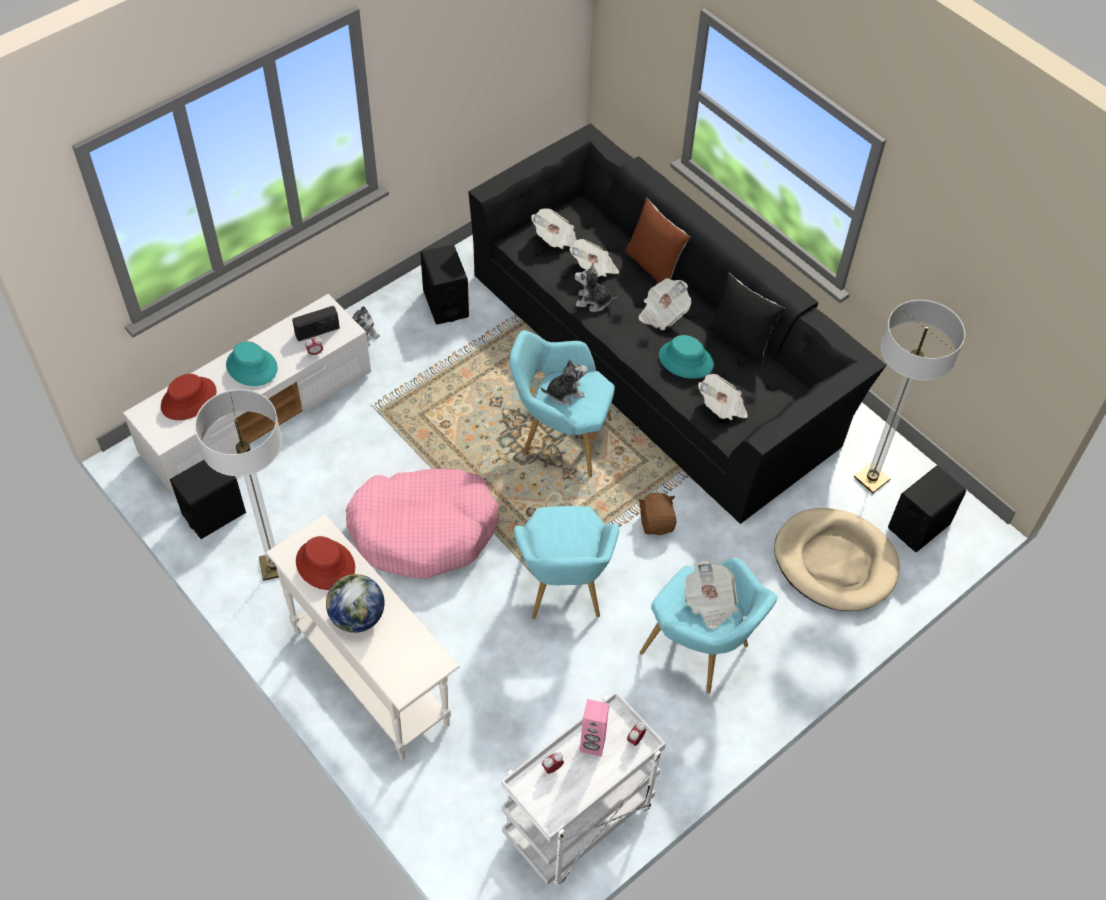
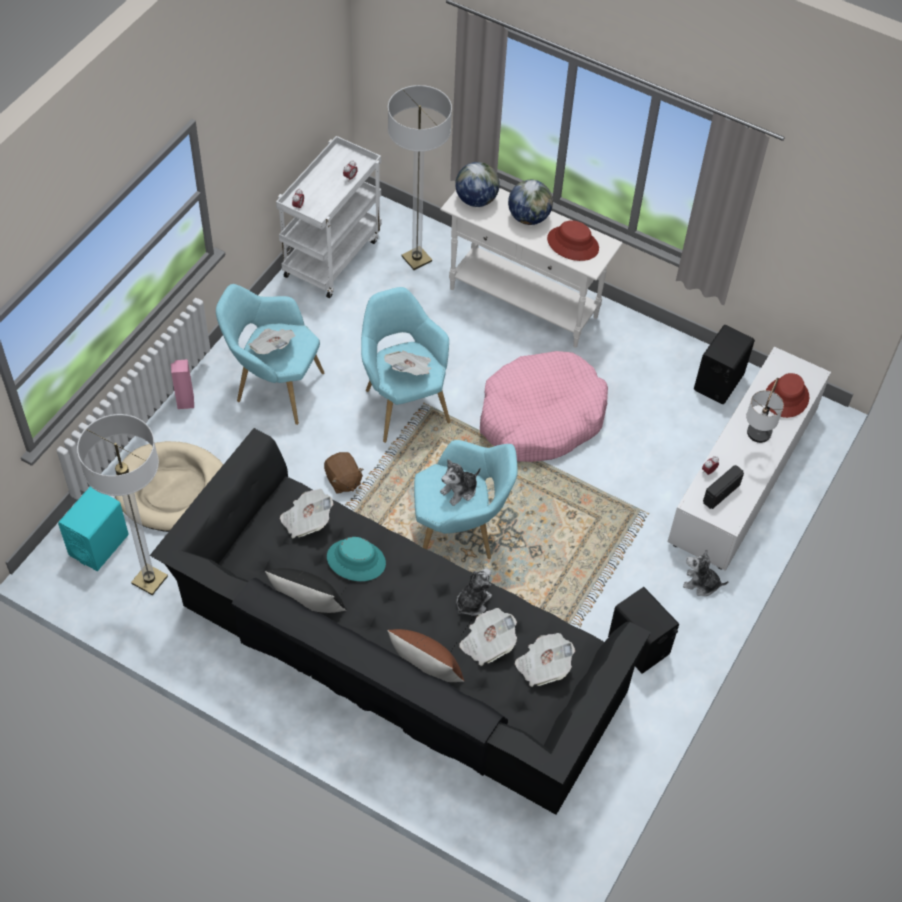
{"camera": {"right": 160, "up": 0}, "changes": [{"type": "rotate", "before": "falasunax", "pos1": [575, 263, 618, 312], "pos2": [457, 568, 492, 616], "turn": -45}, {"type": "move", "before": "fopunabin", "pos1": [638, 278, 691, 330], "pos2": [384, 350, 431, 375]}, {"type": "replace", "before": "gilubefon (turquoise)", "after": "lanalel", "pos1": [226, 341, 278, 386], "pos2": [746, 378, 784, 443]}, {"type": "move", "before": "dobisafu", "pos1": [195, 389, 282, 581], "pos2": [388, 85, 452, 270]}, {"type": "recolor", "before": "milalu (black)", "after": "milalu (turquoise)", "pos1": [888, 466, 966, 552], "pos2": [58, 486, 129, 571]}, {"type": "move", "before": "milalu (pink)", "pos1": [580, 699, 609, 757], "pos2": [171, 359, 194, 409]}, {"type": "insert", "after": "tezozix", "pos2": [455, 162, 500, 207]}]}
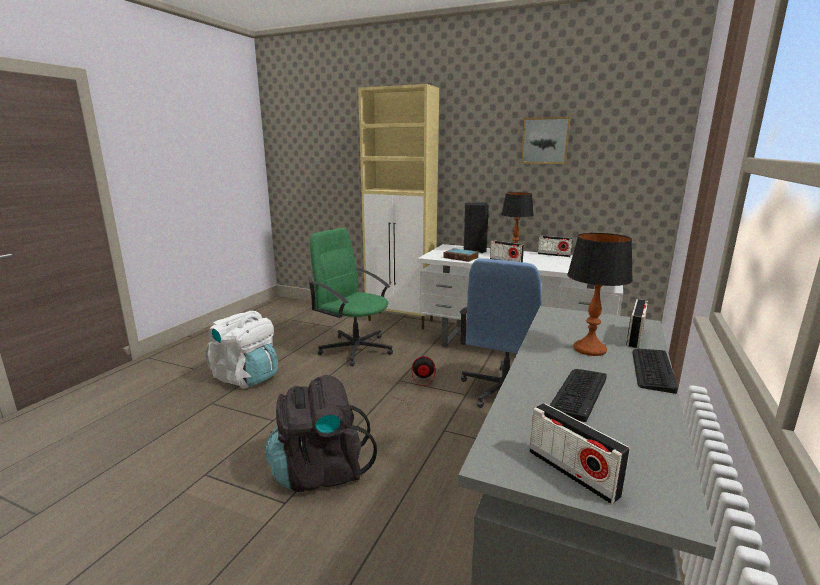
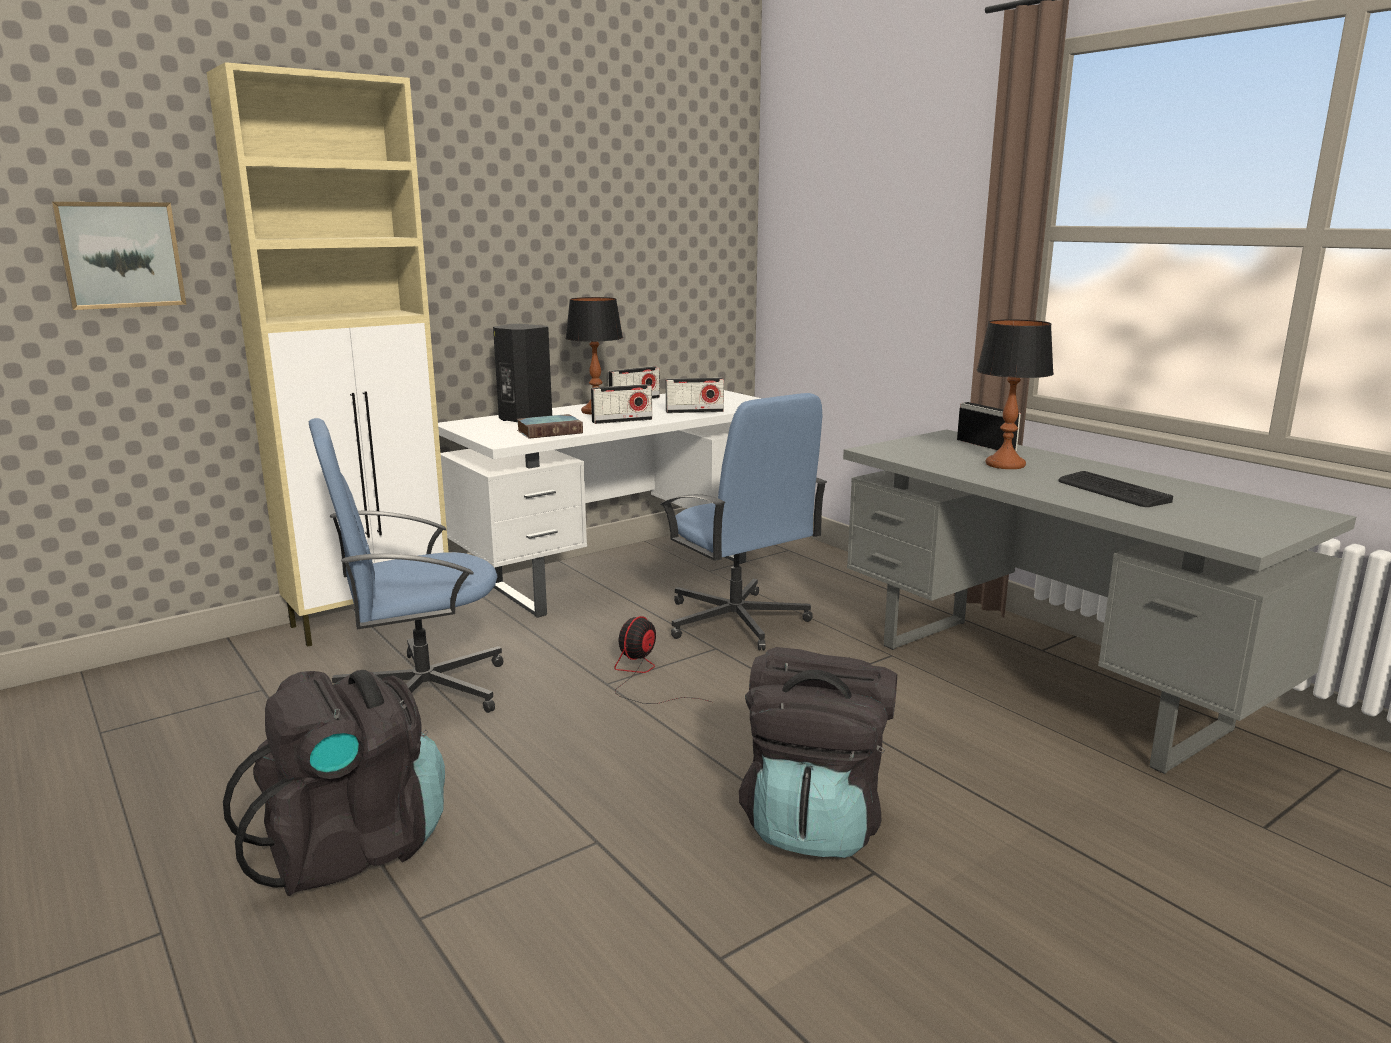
{"camera": {"right": -60, "up": 0}, "changes": [{"type": "move", "before": "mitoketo", "pos1": [521, 117, 571, 164], "pos2": [51, 202, 187, 310]}, {"type": "recolor", "before": "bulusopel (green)", "after": "bulusopel (blue)", "pos1": [308, 228, 393, 366], "pos2": [309, 418, 503, 713]}, {"type": "recolor", "before": "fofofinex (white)", "after": "fofofinex (black)", "pos1": [205, 311, 278, 389], "pos2": [223, 670, 445, 896]}, {"type": "delete", "before": "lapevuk", "pos1": [632, 349, 678, 394]}, {"type": "move", "before": "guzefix", "pos1": [529, 403, 630, 504], "pos2": [666, 378, 724, 413]}]}
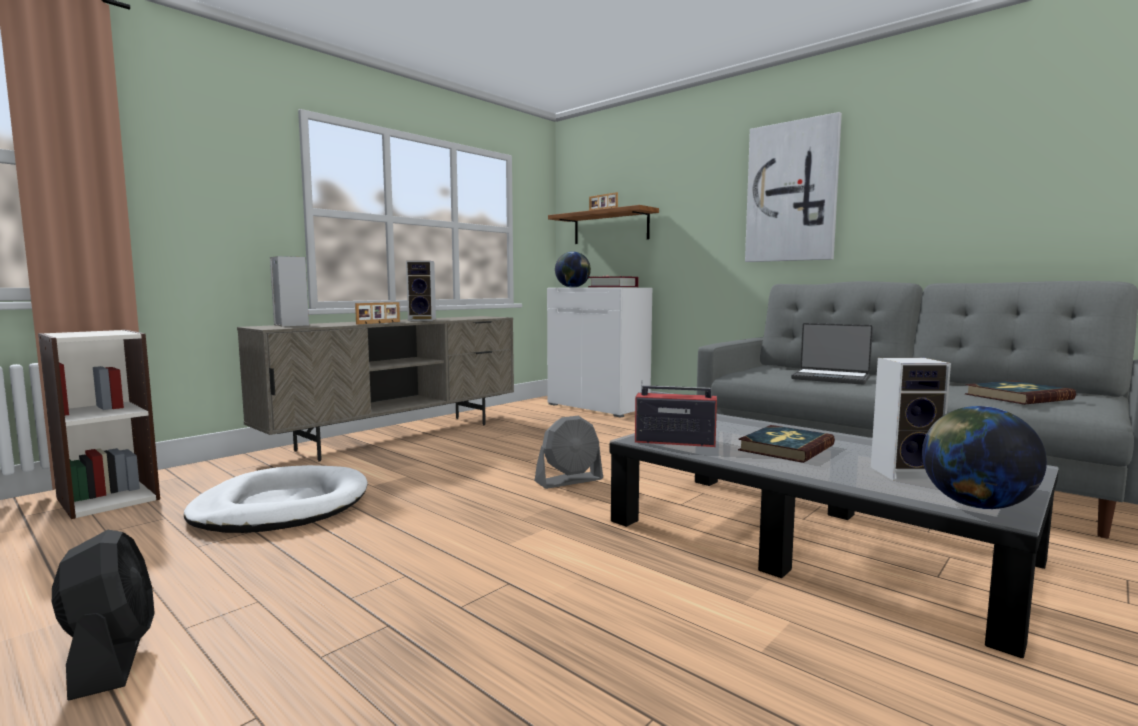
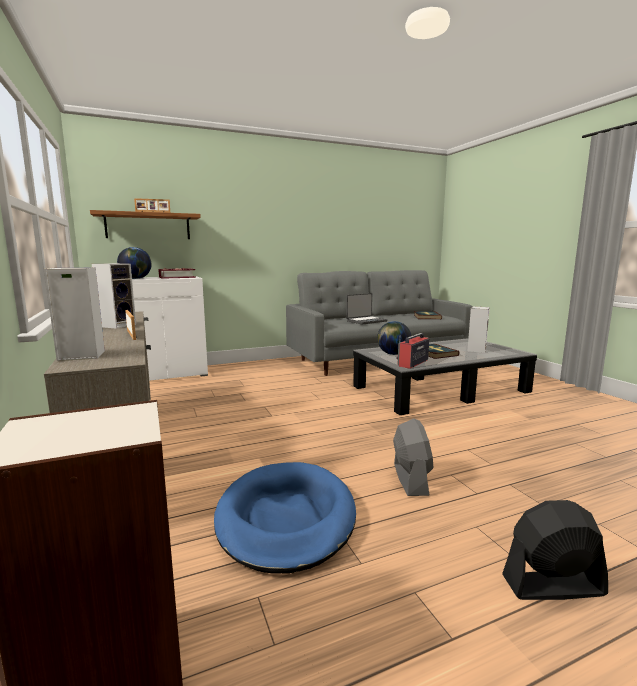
{"camera": {"right": -65, "up": 5}, "changes": [{"type": "delete", "before": "mitoketo", "pos1": [745, 112, 842, 262]}, {"type": "move", "before": "tezozix", "pos1": [922, 406, 1047, 509], "pos2": [377, 321, 411, 355]}, {"type": "move", "before": "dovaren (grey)", "pos1": [535, 416, 603, 489], "pos2": [393, 418, 433, 496]}, {"type": "recolor", "before": "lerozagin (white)", "after": "lerozagin (blue)", "pos1": [184, 465, 368, 533], "pos2": [214, 462, 356, 573]}]}
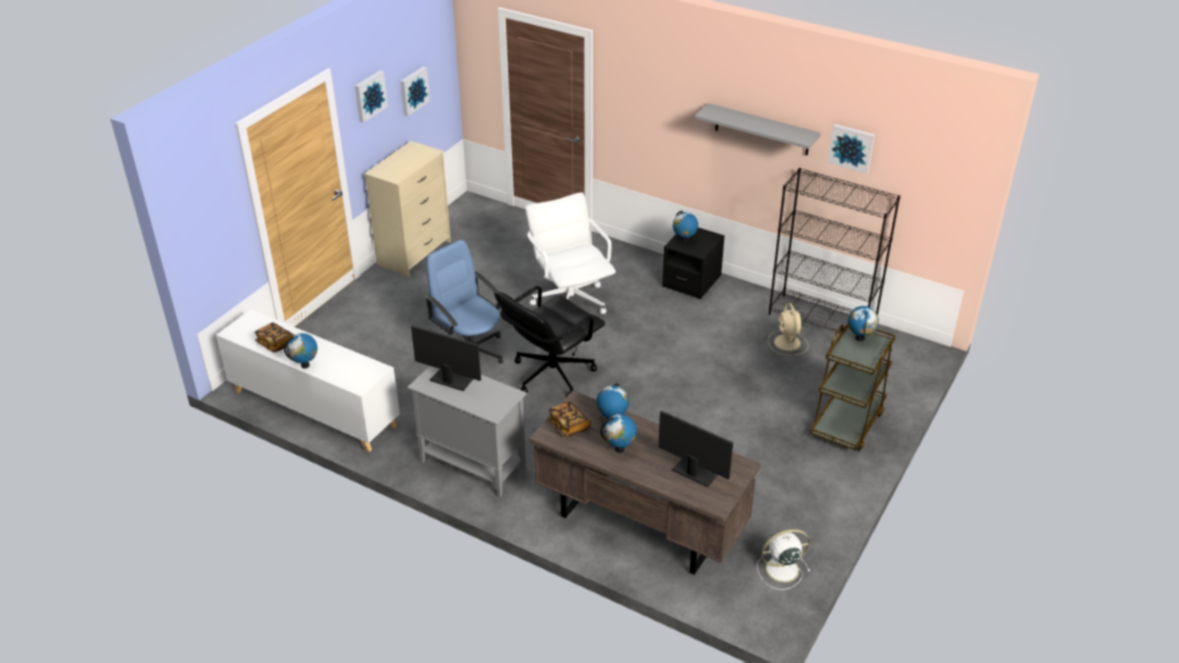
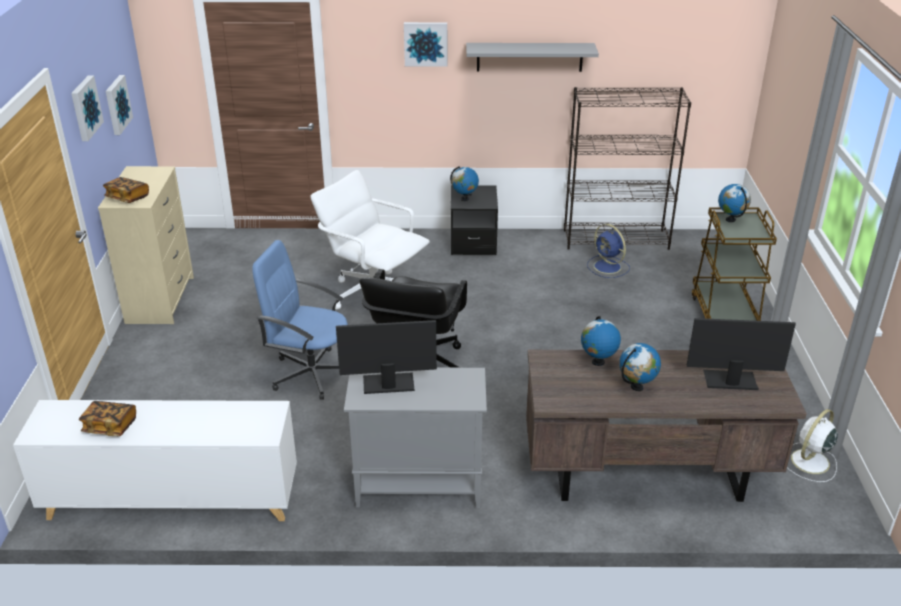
{"camera": {"right": -30, "up": -5}, "changes": [{"type": "move", "before": "mitoketo", "pos1": [828, 124, 875, 174], "pos2": [404, 22, 447, 66]}, {"type": "recolor", "before": "dovaren (beige)", "after": "dovaren (blue)", "pos1": [768, 303, 808, 356], "pos2": [587, 224, 630, 278]}, {"type": "delete", "before": "tezozix", "pos1": [284, 333, 318, 369]}, {"type": "move", "before": "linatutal", "pos1": [548, 401, 591, 437], "pos2": [103, 177, 149, 203]}]}
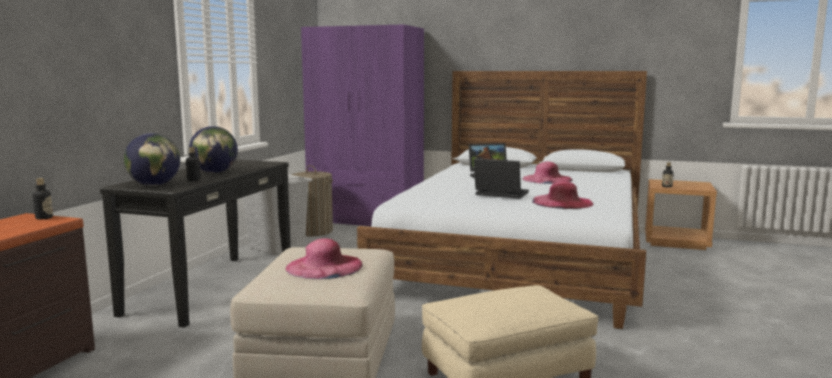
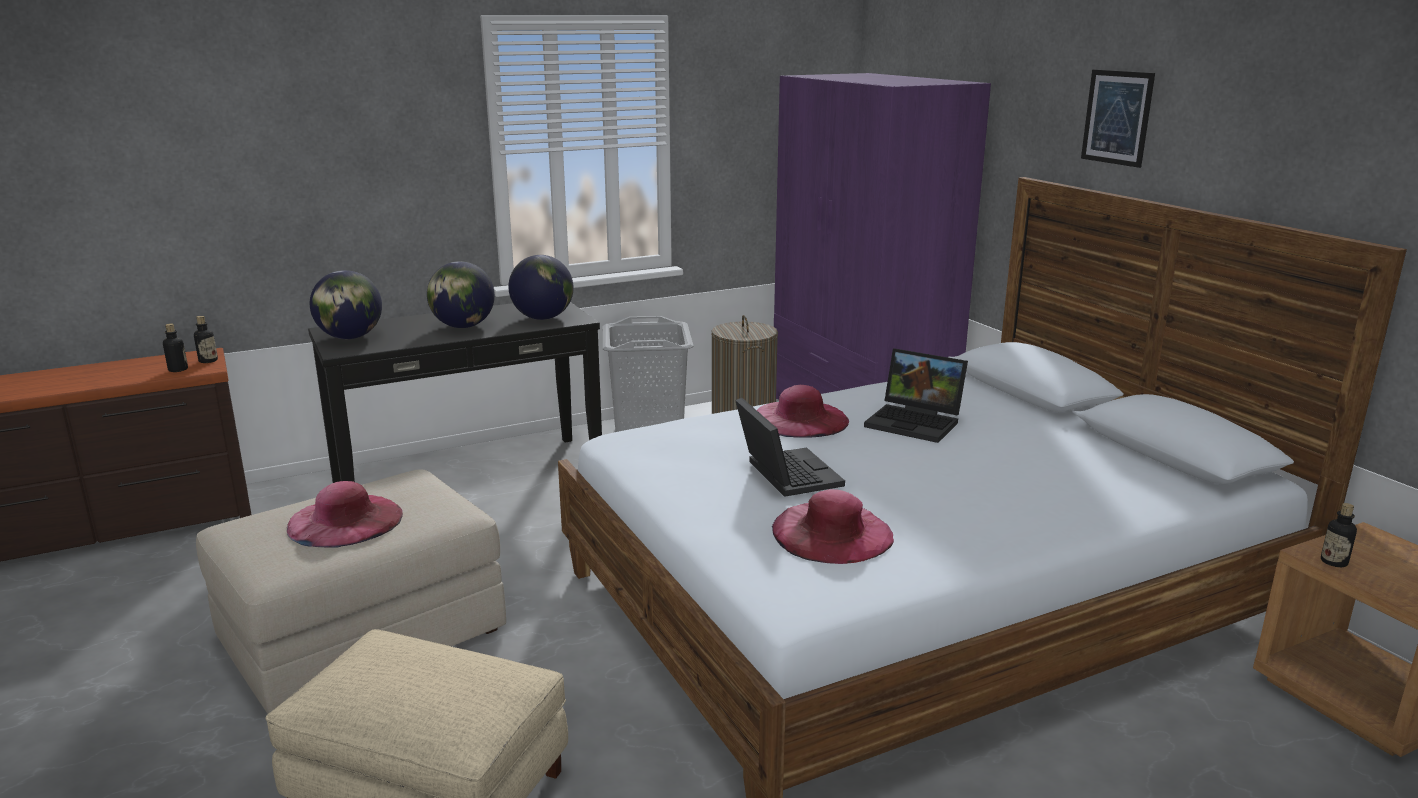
{"camera": {"right": 45, "up": 10}, "changes": [{"type": "move", "before": "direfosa", "pos1": [186, 147, 201, 181], "pos2": [163, 323, 188, 372]}, {"type": "move", "before": "gilubefon (pink)", "pos1": [522, 162, 572, 184], "pos2": [757, 385, 849, 438]}, {"type": "insert", "after": "mitoketo", "pos2": [1081, 69, 1155, 168]}, {"type": "insert", "after": "tezozix", "pos2": [509, 255, 574, 320]}]}
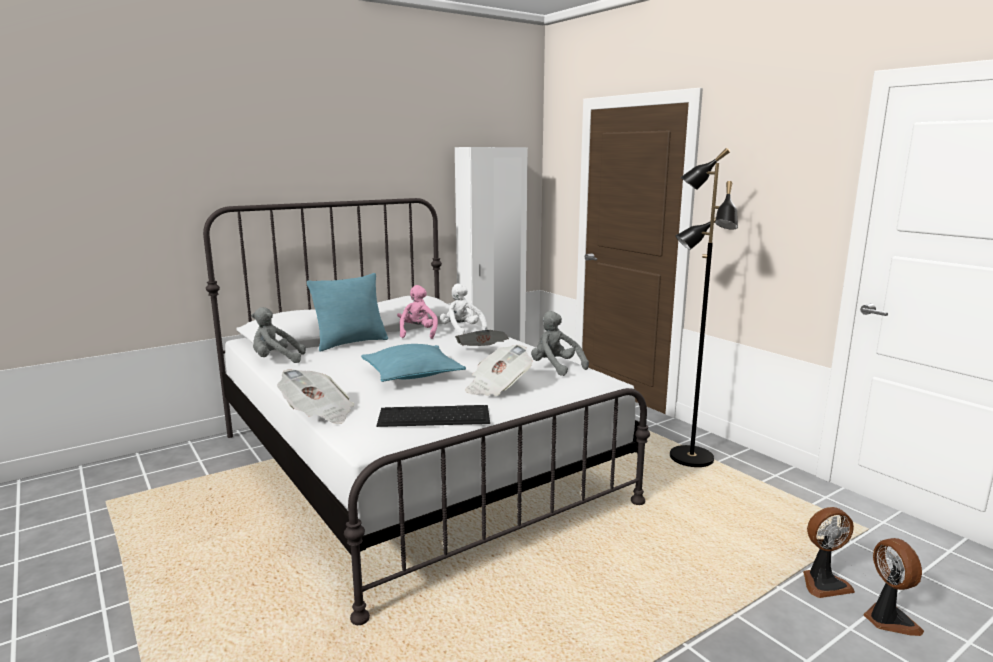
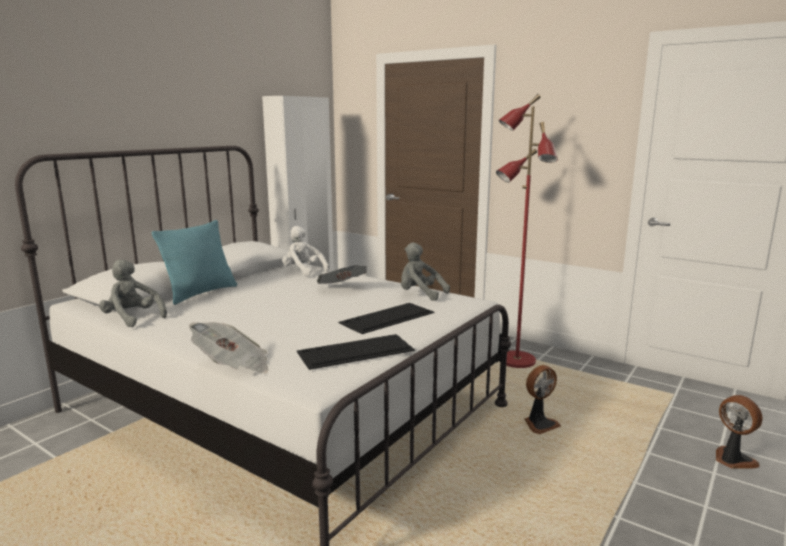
{"camera": {"right": -20, "up": 0}, "changes": [{"type": "recolor", "before": "dobisafu (black)", "after": "dobisafu (red)", "pos1": [670, 148, 738, 467], "pos2": [496, 94, 558, 368]}, {"type": "delete", "before": "falasunax (pink)", "pos1": [397, 285, 438, 339]}, {"type": "rotate", "before": "falasunax (grey)", "pos1": [251, 307, 306, 363], "pos2": [99, 259, 167, 327], "turn": 60}, {"type": "delete", "before": "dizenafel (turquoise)", "pos1": [361, 344, 466, 382]}, {"type": "replace", "before": "fopunabin", "after": "lapevuk", "pos1": [465, 345, 533, 396], "pos2": [338, 303, 435, 334]}, {"type": "move", "before": "dovaren", "pos1": [803, 507, 855, 598], "pos2": [524, 365, 561, 434]}]}
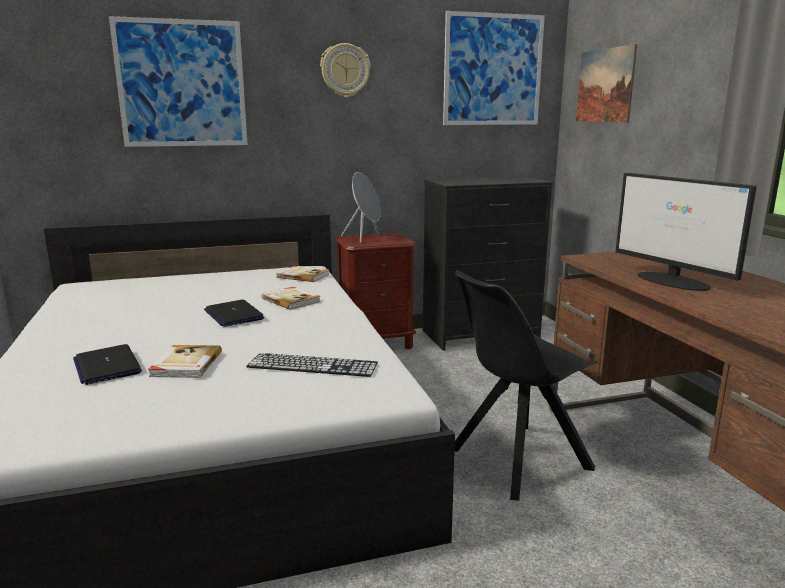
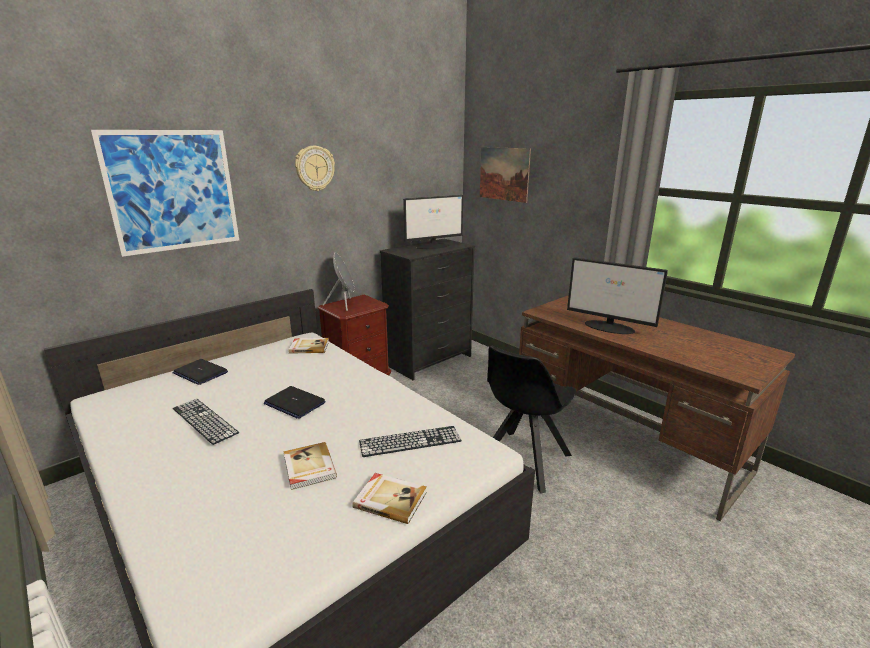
{"camera": {"right": -25, "up": 5}, "changes": [{"type": "delete", "before": "mitoketo", "pos1": [443, 11, 545, 125]}, {"type": "move", "before": "linatutal", "pos1": [262, 287, 321, 310], "pos2": [352, 473, 427, 524]}, {"type": "move", "before": "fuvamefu", "pos1": [73, 344, 142, 385], "pos2": [172, 359, 228, 385]}, {"type": "insert", "after": "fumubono", "pos2": [403, 195, 463, 249]}, {"type": "insert", "after": "lapevuk", "pos2": [173, 399, 239, 445]}]}
